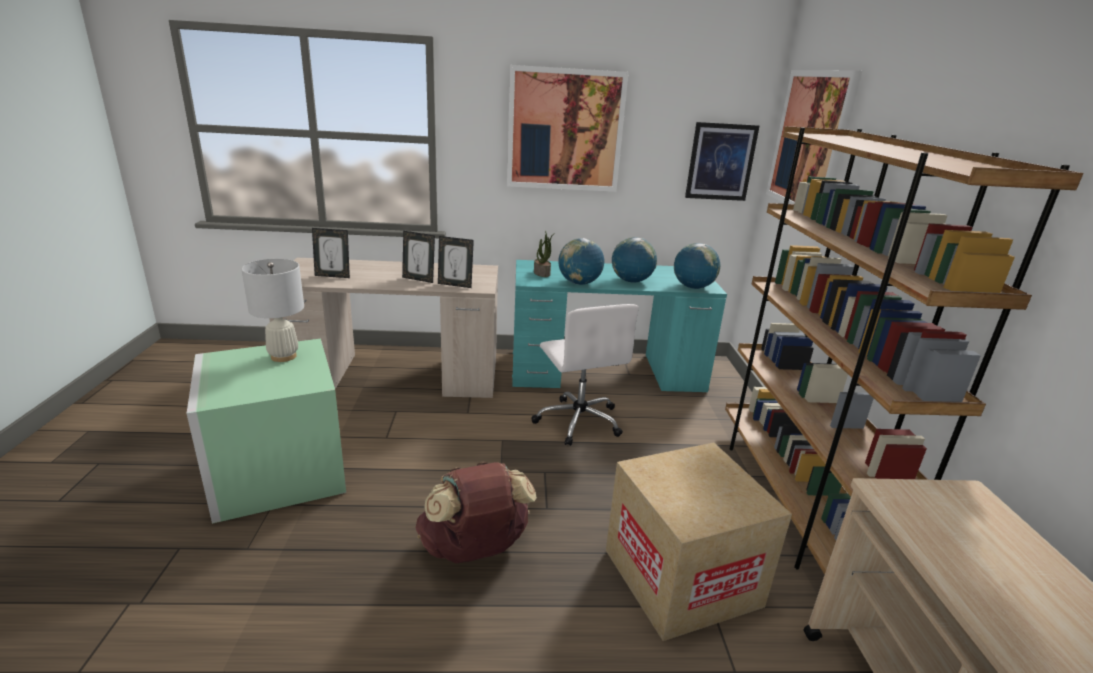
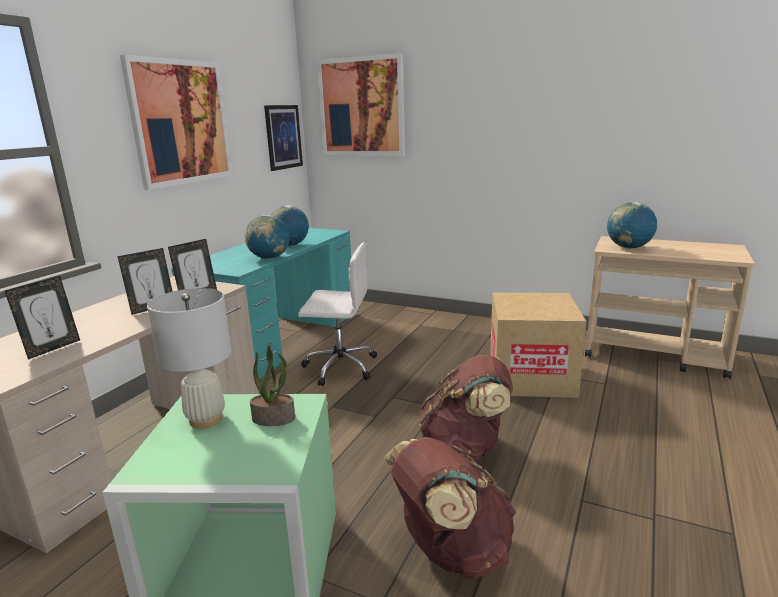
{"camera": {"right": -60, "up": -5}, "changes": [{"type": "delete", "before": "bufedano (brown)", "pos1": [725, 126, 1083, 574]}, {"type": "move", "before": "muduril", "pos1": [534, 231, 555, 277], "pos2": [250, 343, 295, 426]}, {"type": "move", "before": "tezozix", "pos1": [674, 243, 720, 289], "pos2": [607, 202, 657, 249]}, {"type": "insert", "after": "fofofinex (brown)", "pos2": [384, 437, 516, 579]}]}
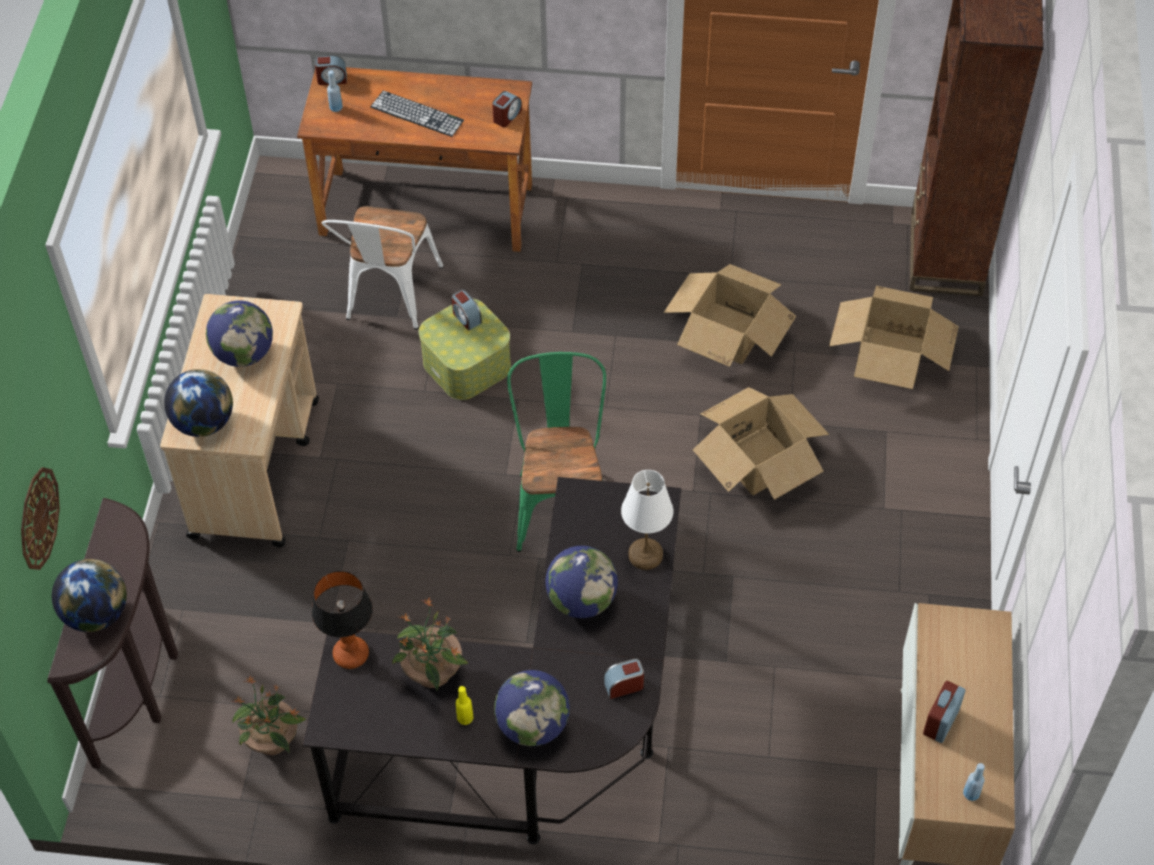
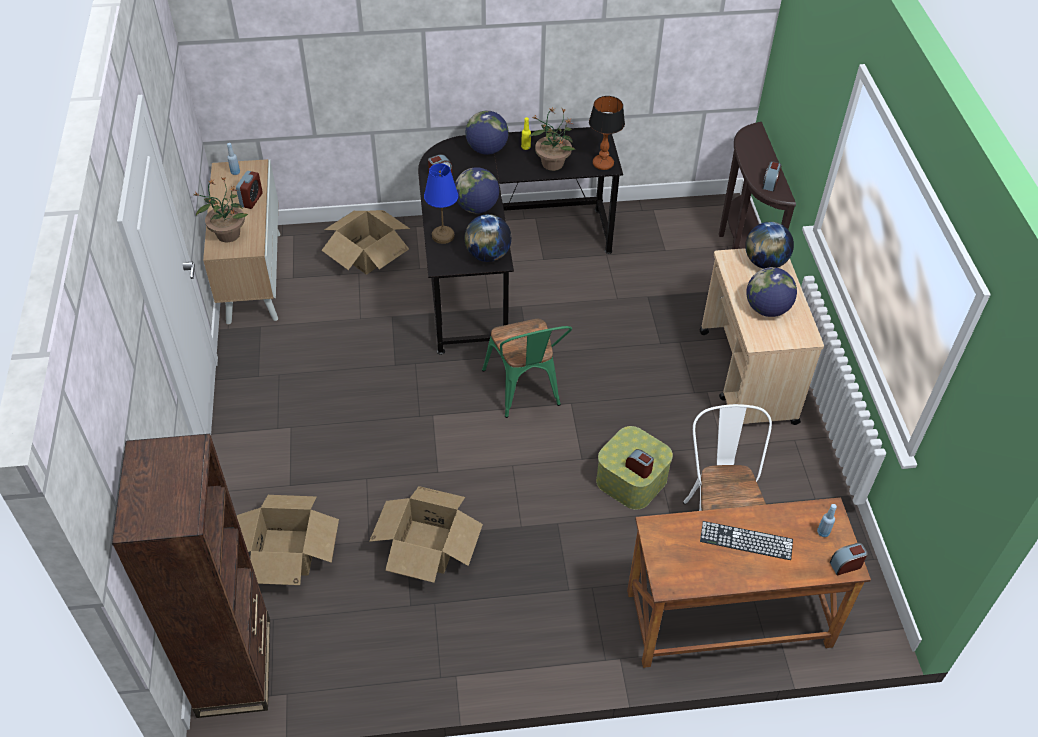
{"camera": {"right": 165, "up": -5}, "changes": [{"type": "move", "before": "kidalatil", "pos1": [492, 91, 522, 127], "pos2": [762, 161, 782, 192]}, {"type": "move", "before": "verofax", "pos1": [693, 387, 830, 500], "pos2": [321, 210, 410, 274]}, {"type": "delete", "before": "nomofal", "pos1": [21, 467, 60, 570]}, {"type": "recolor", "before": "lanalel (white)", "after": "lanalel (blue)", "pos1": [621, 470, 673, 570], "pos2": [424, 163, 458, 244]}, {"type": "move", "before": "tezozix", "pos1": [52, 559, 127, 632], "pos2": [465, 214, 512, 262]}, {"type": "move", "before": "muduril", "pos1": [230, 675, 306, 755], "pos2": [192, 177, 248, 242]}]}
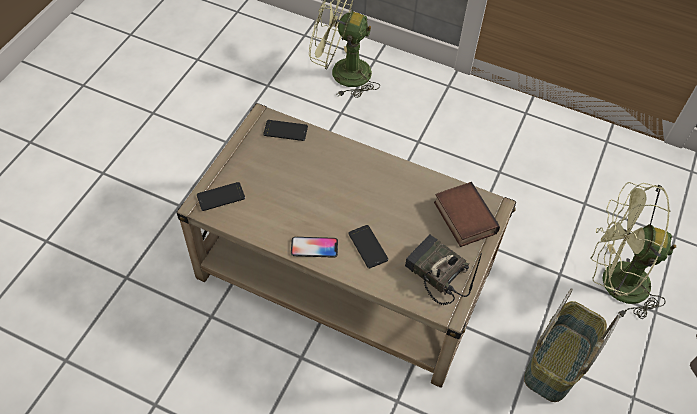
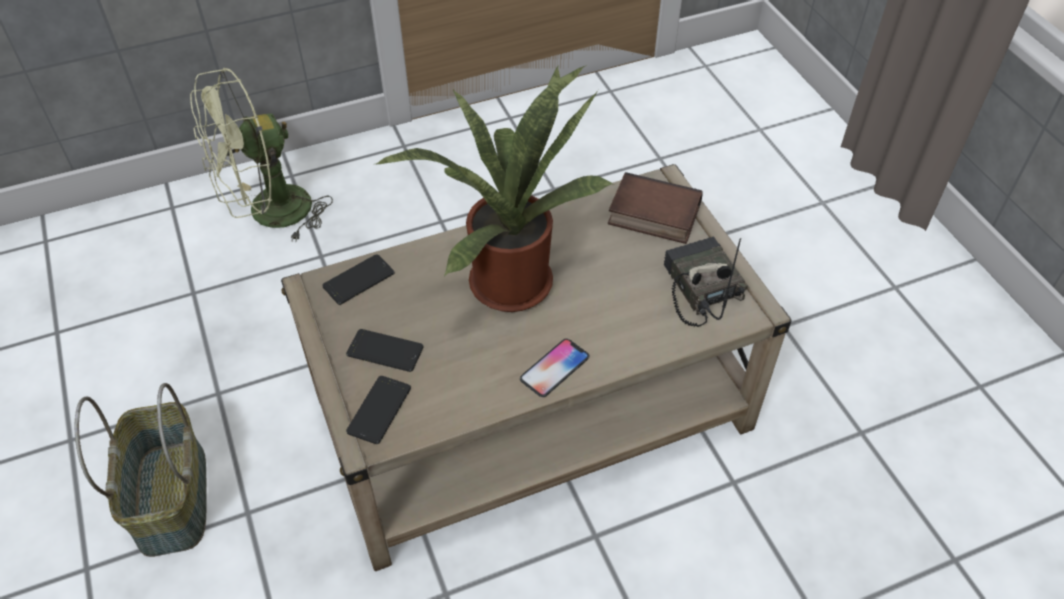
{"camera": {"right": -45, "up": -5}, "changes": [{"type": "delete", "before": "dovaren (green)", "pos1": [590, 182, 676, 319]}, {"type": "move", "before": "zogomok", "pos1": [348, 225, 388, 268], "pos2": [346, 329, 423, 372]}, {"type": "rotate", "before": "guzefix", "pos1": [405, 234, 482, 305], "pos2": [664, 236, 748, 327], "turn": 75}, {"type": "move", "before": "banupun", "pos1": [524, 288, 620, 402], "pos2": [74, 383, 207, 557]}, {"type": "insert", "after": "muduril", "pos2": [376, 65, 614, 312]}]}
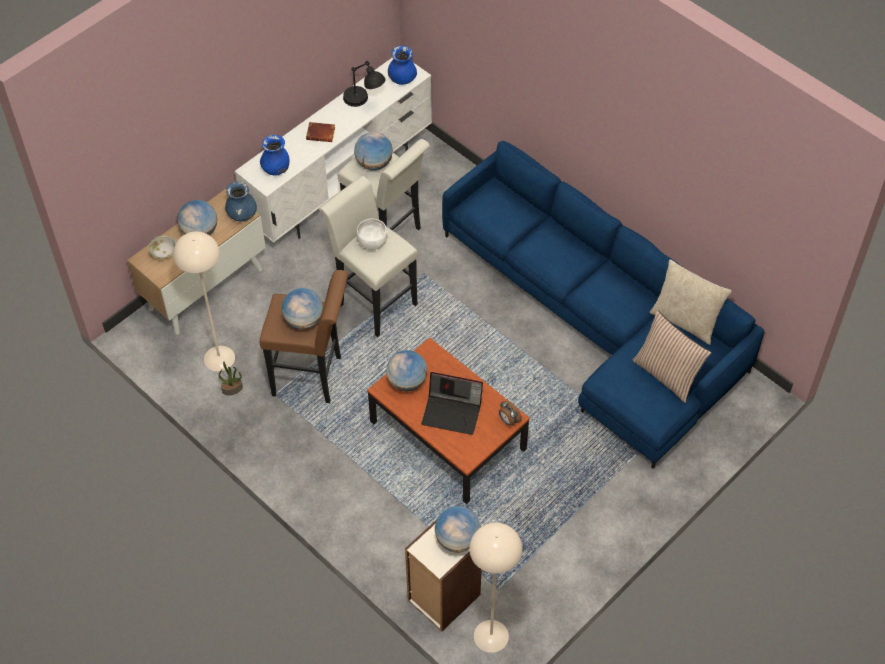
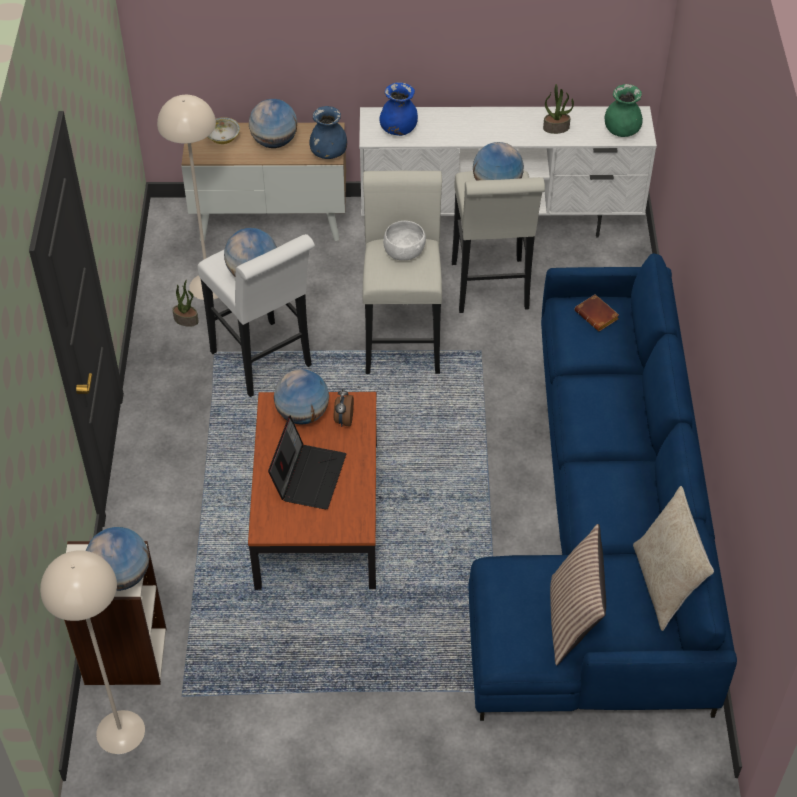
{"camera": {"right": 45, "up": -5}, "changes": [{"type": "recolor", "before": "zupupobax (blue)", "after": "zupupobax (green)", "pos1": [388, 46, 417, 85], "pos2": [604, 84, 643, 137]}, {"type": "replace", "before": "lanalel (black)", "after": "muduril", "pos1": [343, 61, 385, 107], "pos2": [543, 84, 574, 134]}, {"type": "move", "before": "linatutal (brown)", "pos1": [306, 122, 335, 142], "pos2": [574, 294, 619, 331]}, {"type": "recolor", "before": "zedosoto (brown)", "after": "zedosoto (white)", "pos1": [259, 270, 348, 403], "pos2": [198, 234, 315, 397]}, {"type": "rotate", "before": "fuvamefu", "pos1": [421, 372, 483, 435], "pos2": [268, 416, 346, 509], "turn": -135}, {"type": "move", "before": "kidalatil", "pos1": [499, 401, 522, 426], "pos2": [334, 388, 354, 427]}]}
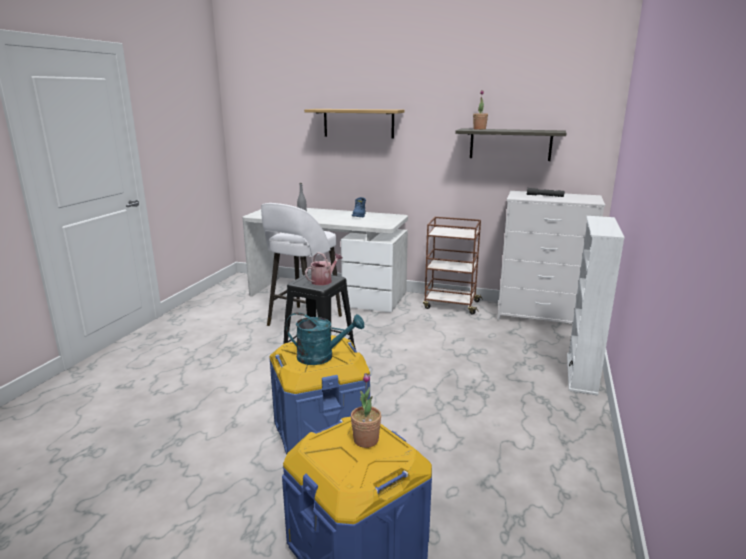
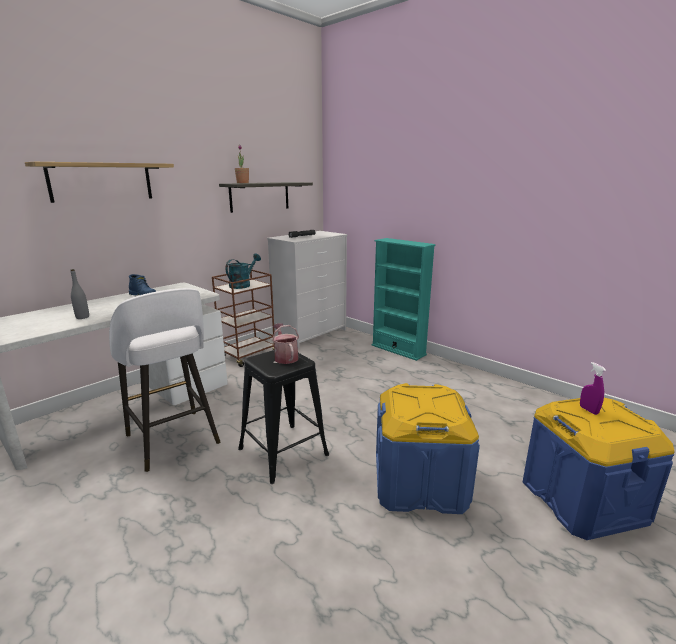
{"camera": {"right": -65, "up": 0}, "changes": [{"type": "recolor", "before": "bufedano (white)", "after": "bufedano (turquoise)", "pos1": [567, 216, 625, 396], "pos2": [371, 238, 436, 361]}, {"type": "move", "before": "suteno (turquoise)", "pos1": [286, 312, 364, 365], "pos2": [226, 254, 261, 289]}, {"type": "replace", "before": "muduril", "after": "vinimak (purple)", "pos1": [351, 373, 381, 448], "pos2": [580, 362, 606, 415]}]}
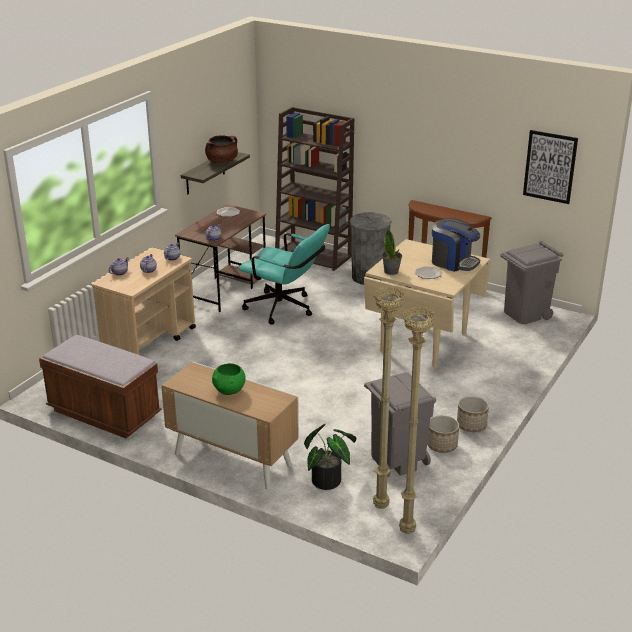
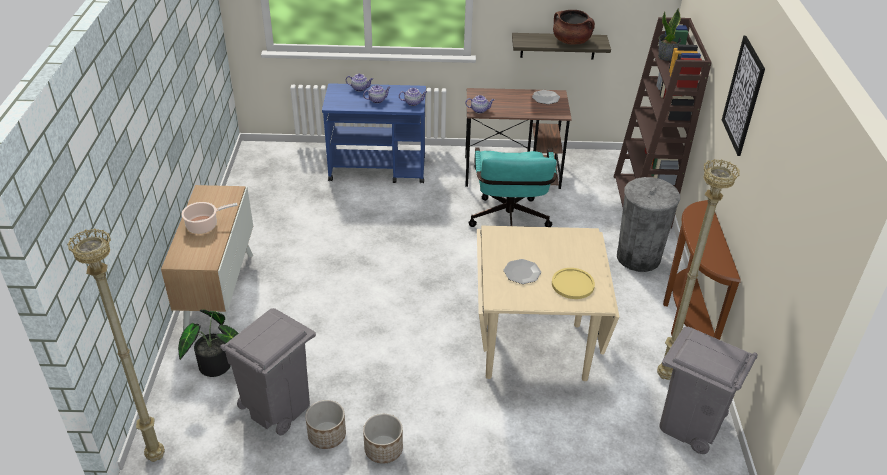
{"camera": {"right": 60, "up": 10}, "changes": [{"type": "move", "before": "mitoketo", "pos1": [523, 130, 578, 204], "pos2": [722, 36, 765, 156]}, {"type": "replace", "before": "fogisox", "after": "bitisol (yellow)", "pos1": [432, 218, 480, 272], "pos2": [552, 268, 595, 299]}, {"type": "move", "before": "muduril", "pos1": [382, 229, 402, 275], "pos2": [658, 8, 681, 61]}, {"type": "recolor", "before": "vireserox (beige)", "after": "vireserox (blue)", "pos1": [92, 247, 196, 355], "pos2": [322, 83, 426, 183]}, {"type": "move", "before": "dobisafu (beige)", "pos1": [373, 287, 405, 509], "pos2": [657, 159, 740, 380]}, {"type": "delete", "before": "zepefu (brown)", "pos1": [39, 335, 162, 438]}, {"type": "replace", "before": "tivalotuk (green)", "after": "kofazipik", "pos1": [212, 363, 246, 395], "pos2": [182, 202, 238, 234]}]}
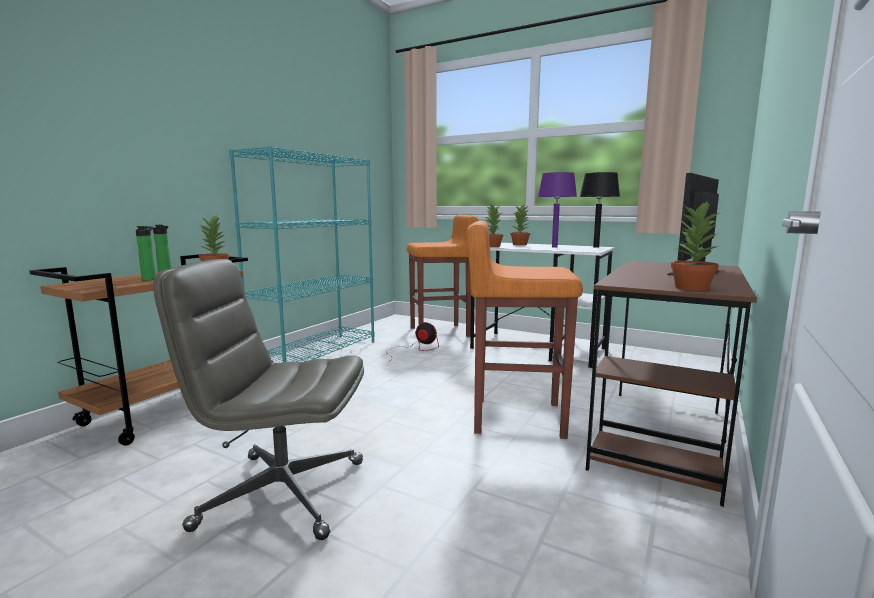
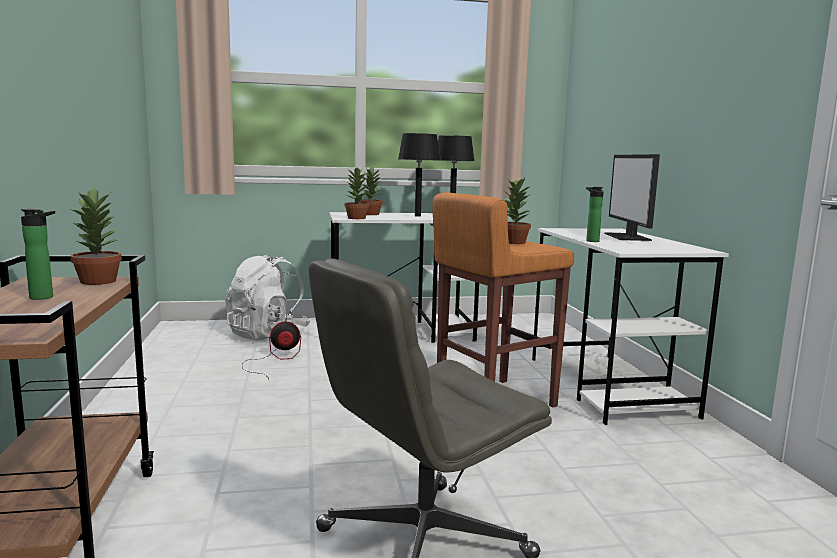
{"camera": {"right": -40, "up": 0}, "changes": [{"type": "delete", "before": "bufedano (turquoise)", "pos1": [229, 146, 375, 363]}, {"type": "recolor", "before": "lanalel (purple)", "after": "lanalel (black)", "pos1": [538, 172, 577, 248], "pos2": [398, 133, 440, 217]}, {"type": "move", "before": "muduril", "pos1": [671, 200, 721, 291], "pos2": [504, 178, 531, 244]}, {"type": "replace", "before": "zedosoto (orange)", "after": "fofofinex (white)", "pos1": [407, 215, 478, 337], "pos2": [225, 255, 311, 341]}, {"type": "move", "before": "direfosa", "pos1": [136, 226, 156, 281], "pos2": [586, 187, 604, 242]}, {"type": "recolor", "before": "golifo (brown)", "after": "golifo (white)", "pos1": [586, 261, 757, 507], "pos2": [532, 228, 729, 425]}]}
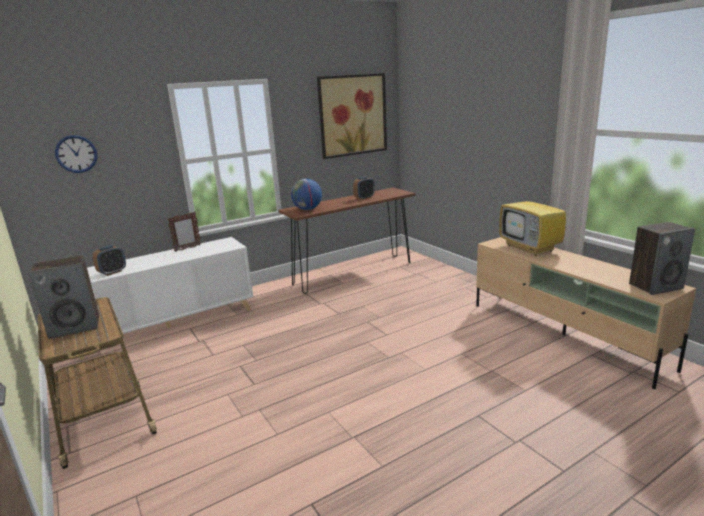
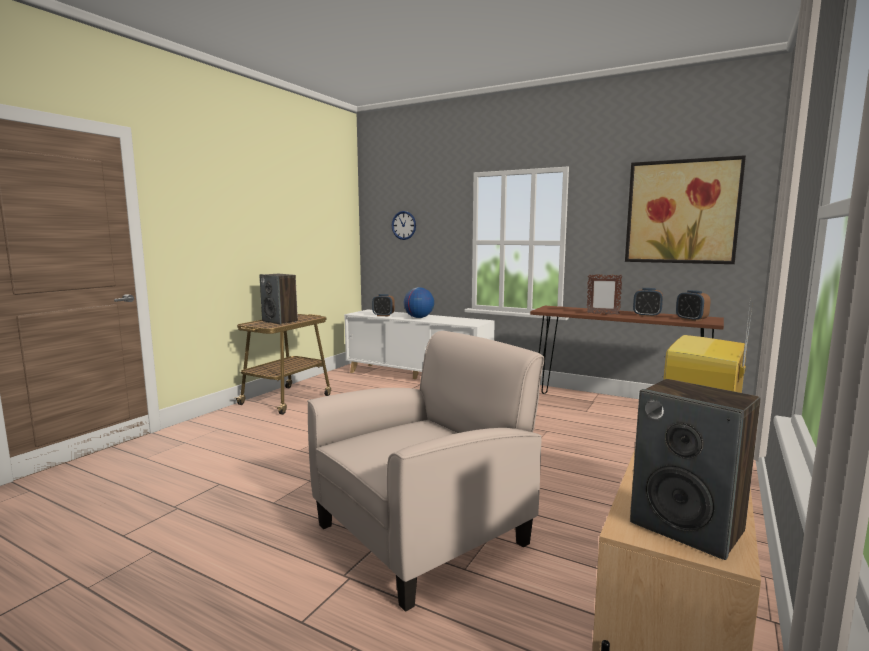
{"camera": {"right": 60, "up": -10}, "changes": [{"type": "move", "before": "tezozix", "pos1": [291, 179, 322, 210], "pos2": [404, 287, 434, 318]}, {"type": "move", "before": "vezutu", "pos1": [167, 212, 201, 252], "pos2": [587, 274, 623, 315]}, {"type": "insert", "after": "kidalatil", "pos2": [676, 290, 711, 321]}, {"type": "insert", "after": "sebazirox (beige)", "pos2": [307, 331, 545, 612]}]}
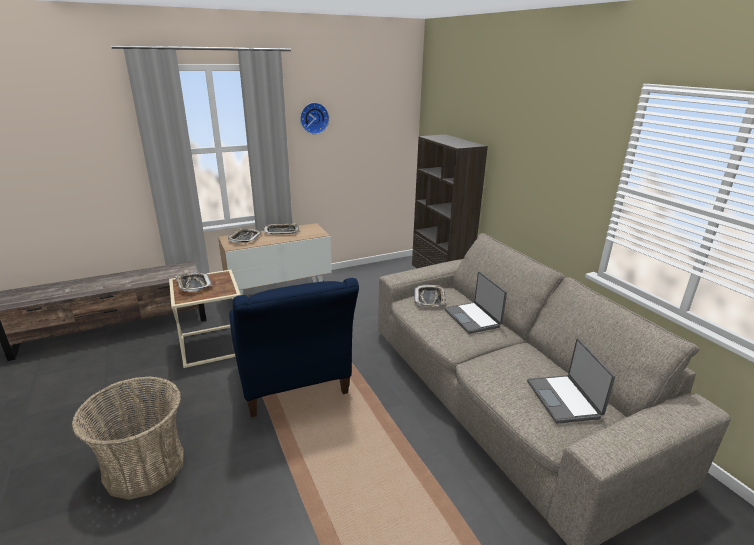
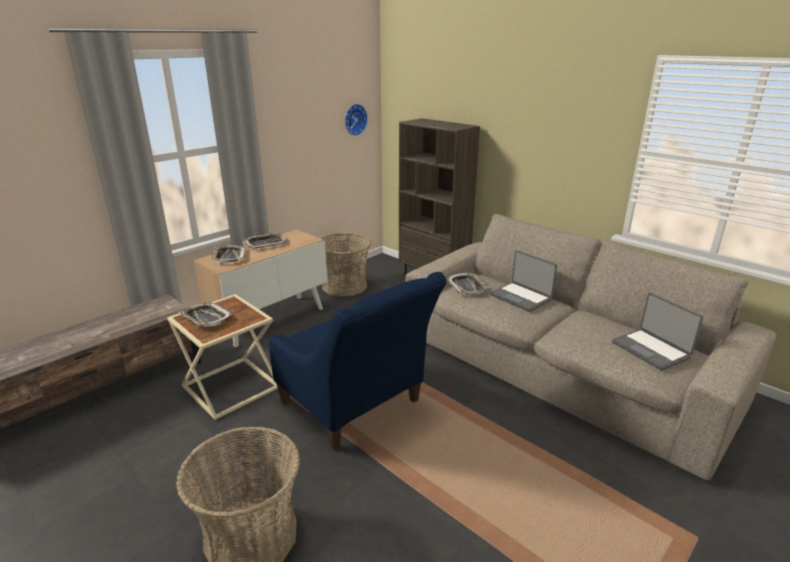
{"camera": {"right": -20, "up": 0}, "changes": [{"type": "move", "before": "nomofal", "pos1": [300, 102, 329, 134], "pos2": [345, 104, 368, 136]}, {"type": "insert", "after": "banupun", "pos2": [319, 232, 371, 296]}]}
